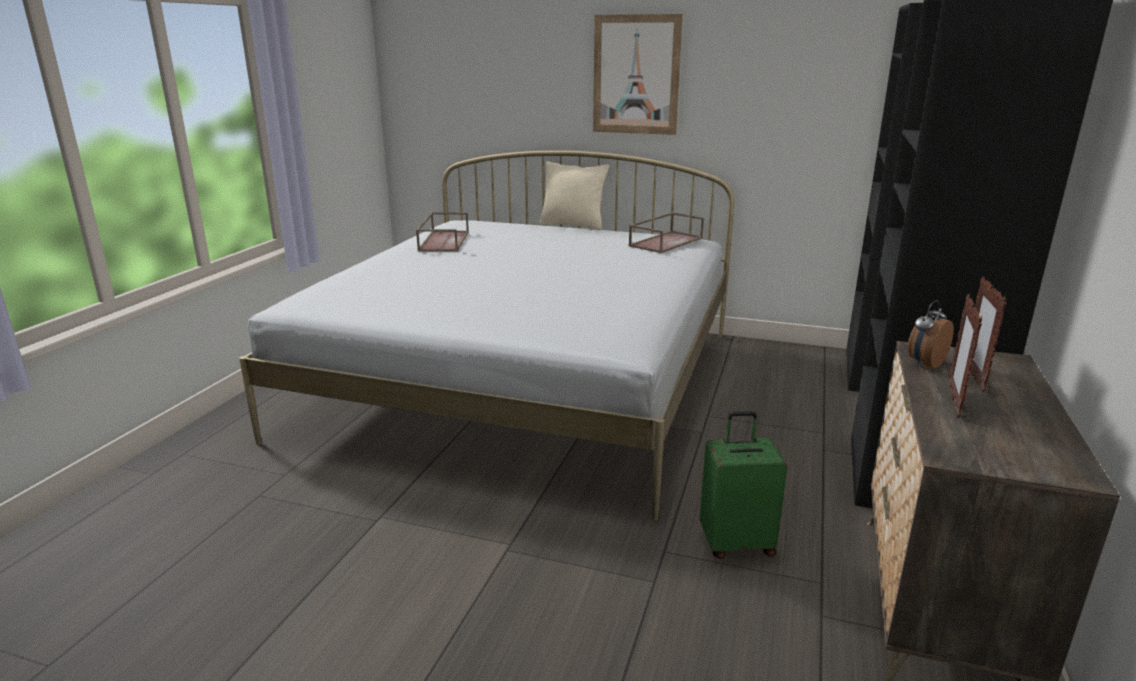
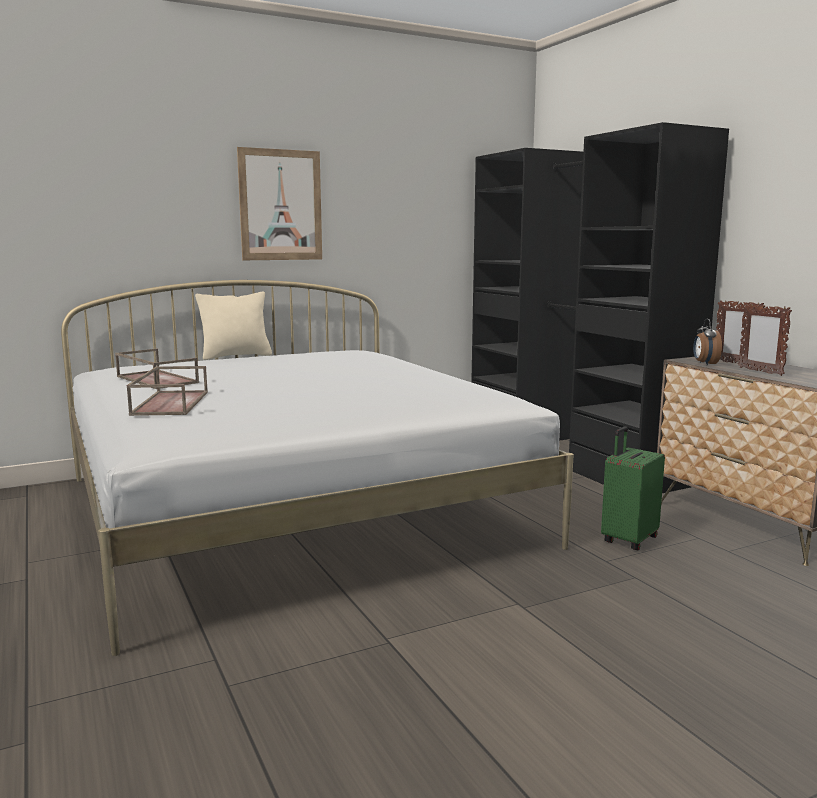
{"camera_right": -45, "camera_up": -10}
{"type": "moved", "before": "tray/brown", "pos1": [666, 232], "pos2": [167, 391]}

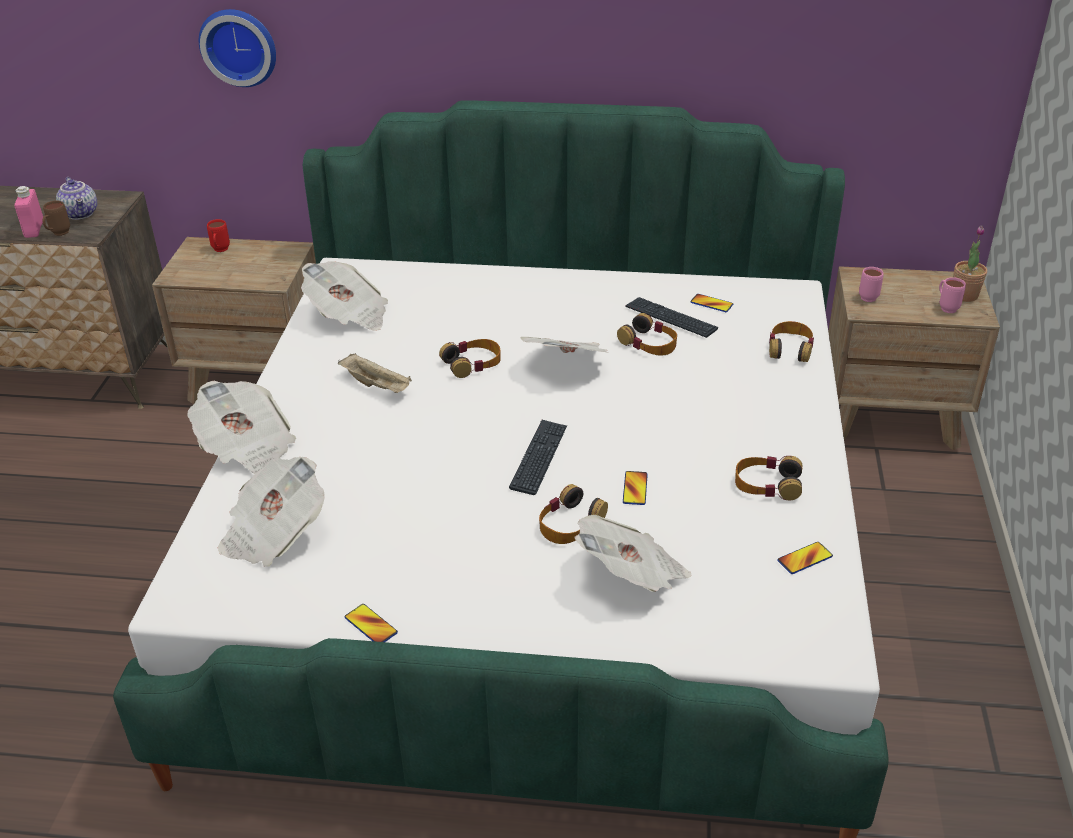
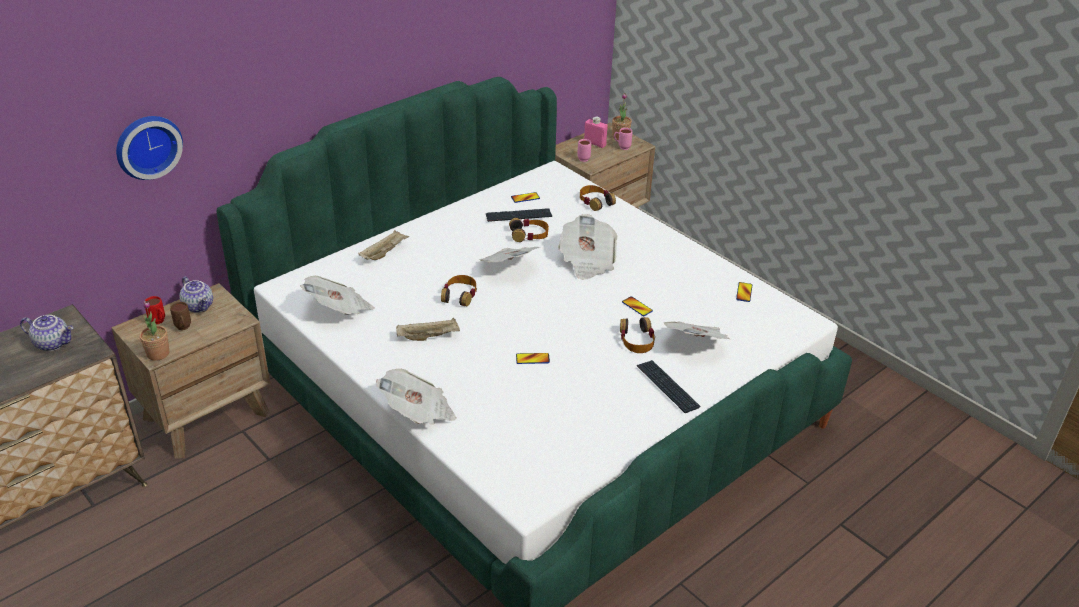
{"camera_right": -50, "camera_up": 0}
{"type": "removed", "before": "headphones", "pos1": [768, 478]}
{"type": "added", "after": "potted plant", "pos2": [154, 331]}
{"type": "added", "after": "teapot", "pos2": [196, 295]}
{"type": "added", "after": "tray/beige", "pos2": [383, 245]}
{"type": "moved", "before": "bottle/pink", "pos1": [28, 212], "pos2": [596, 132]}
{"type": "moved", "before": "mug/brown", "pos1": [56, 218], "pos2": [180, 316]}
{"type": "moved", "before": "newspaper", "pos1": [271, 512], "pos2": [587, 247]}
{"type": "moved", "before": "phone", "pos1": [371, 623], "pos2": [533, 358]}
{"type": "moved", "before": "keyboard", "pos1": [538, 457], "pos2": [668, 386]}

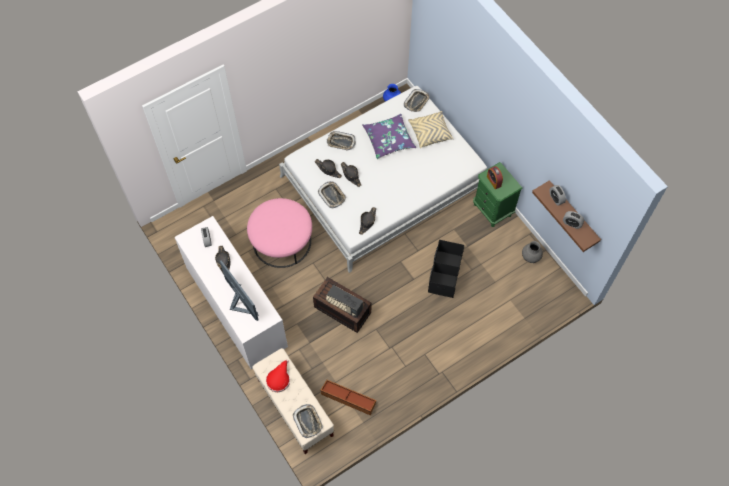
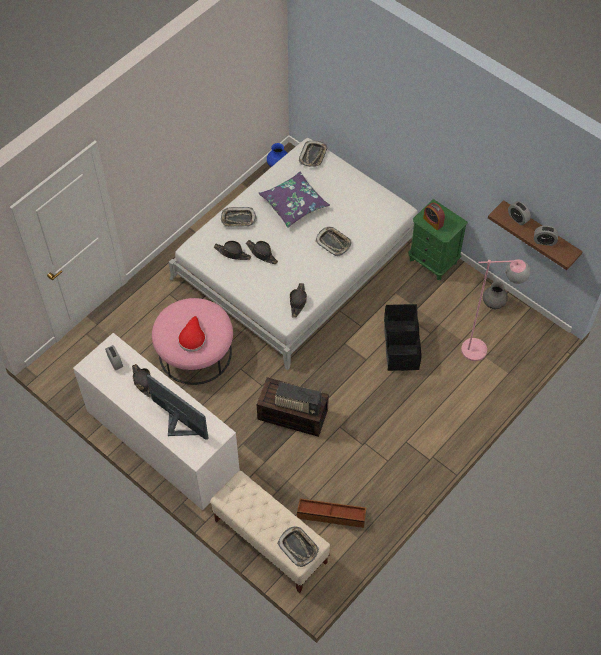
{"camera_right": -15, "camera_up": -5}
{"type": "removed", "before": "pillow/beige", "pos1": [431, 129]}
{"type": "added", "after": "floor lamp/pink", "pos2": [496, 310]}
{"type": "moved", "before": "hat/red", "pos1": [278, 376], "pos2": [192, 334]}
{"type": "moved", "before": "tray", "pos1": [331, 194], "pos2": [333, 241]}

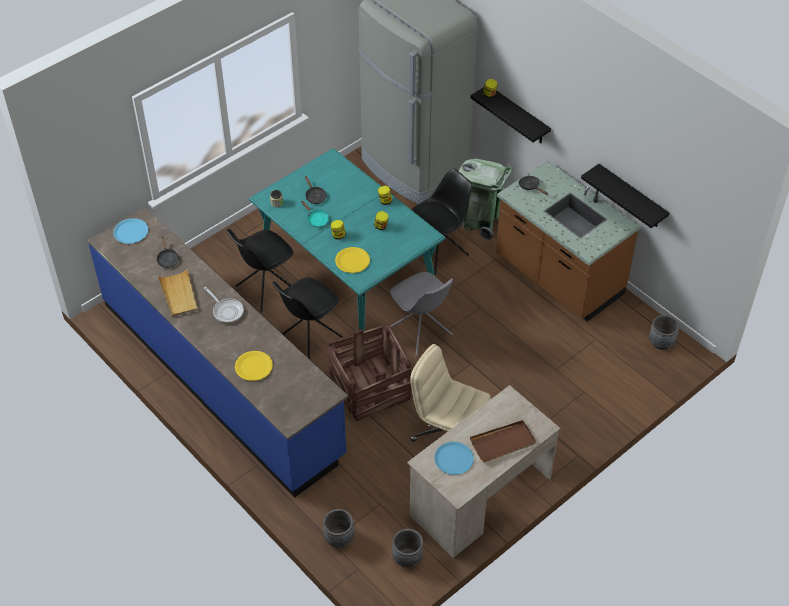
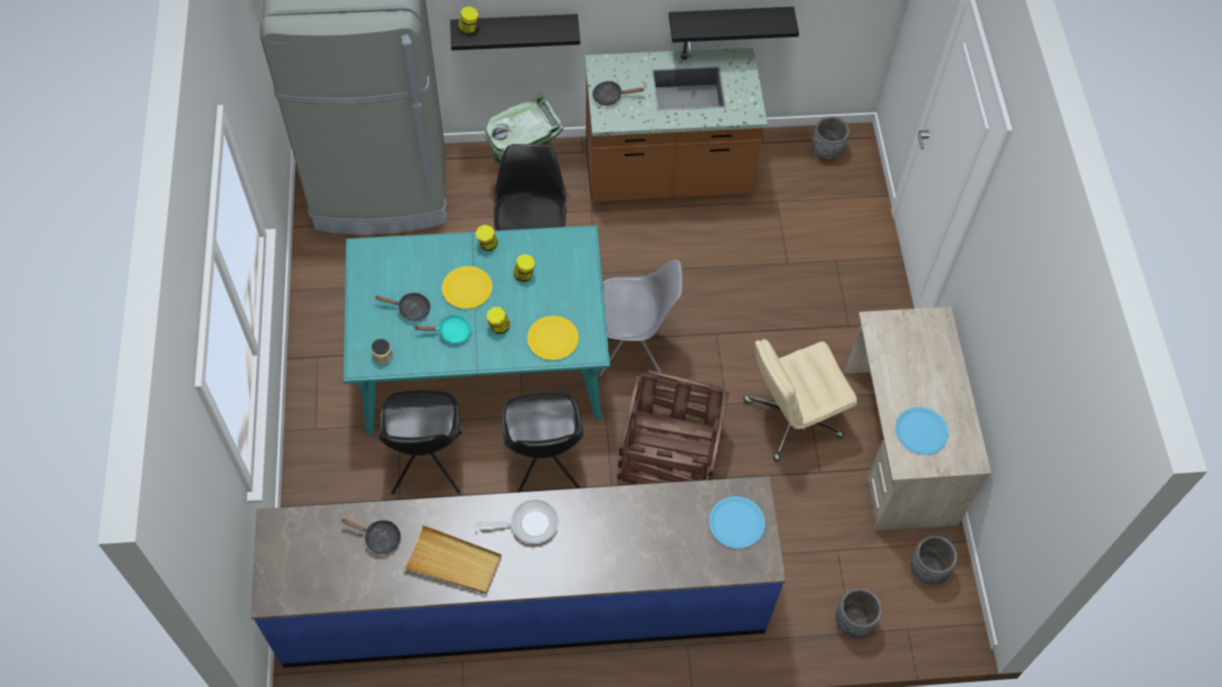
{"camera_right": -55, "camera_up": 10}
{"type": "removed", "before": "tray/brown", "pos1": [503, 441]}
{"type": "moved", "before": "plate/blue", "pos1": [130, 231], "pos2": [737, 522]}
{"type": "moved", "before": "plate/yellow", "pos1": [254, 366], "pos2": [467, 287]}

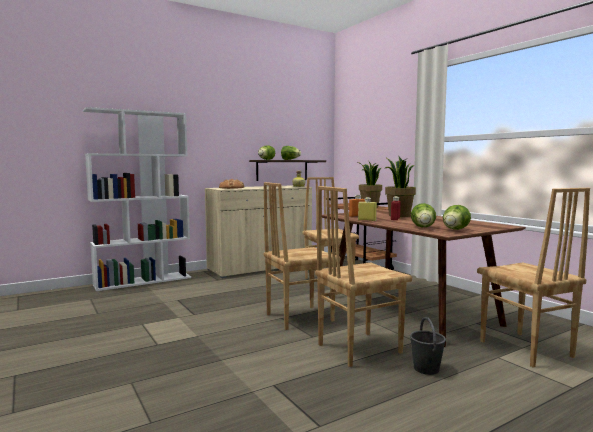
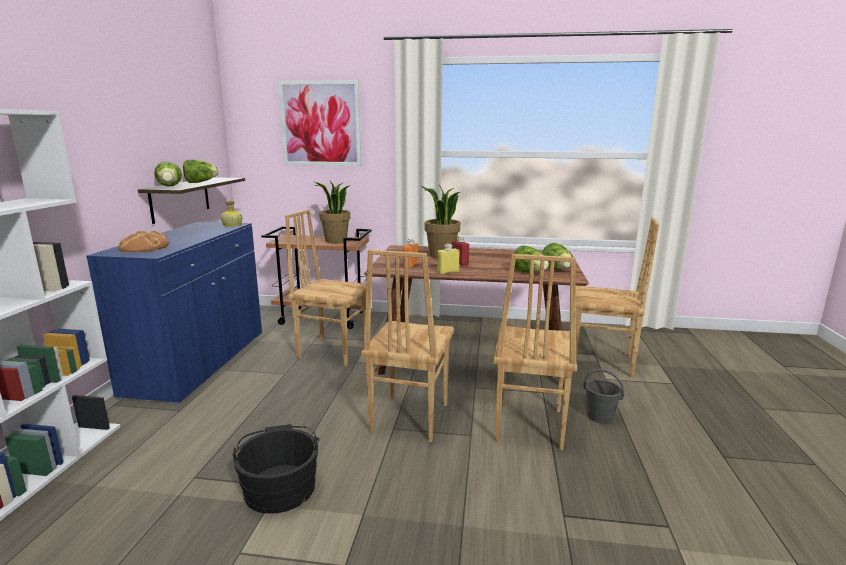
{"camera_right": -50, "camera_up": 10}
{"type": "added", "after": "bucket/black", "pos2": [275, 469]}
{"type": "added", "after": "picture", "pos2": [319, 123]}
{"type": "recoloured", "before": "cabinet/beige", "after": "cabinet/blue", "pos1": [258, 231], "pos2": [174, 313]}

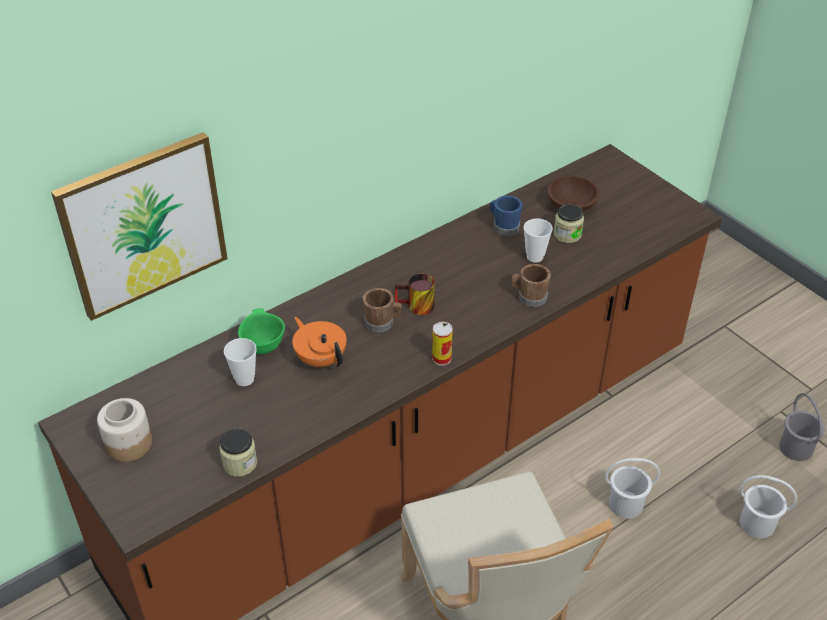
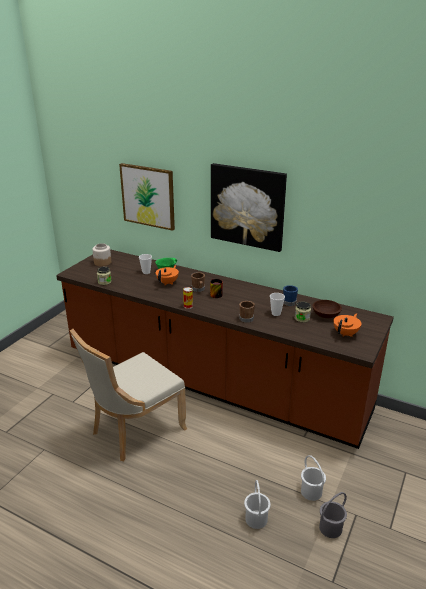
{"camera_right": 65, "camera_up": -15}
{"type": "added", "after": "picture", "pos2": [249, 207]}
{"type": "added", "after": "teapot/orange", "pos2": [347, 325]}
{"type": "moved", "before": "bucket/white", "pos1": [632, 488], "pos2": [313, 478]}

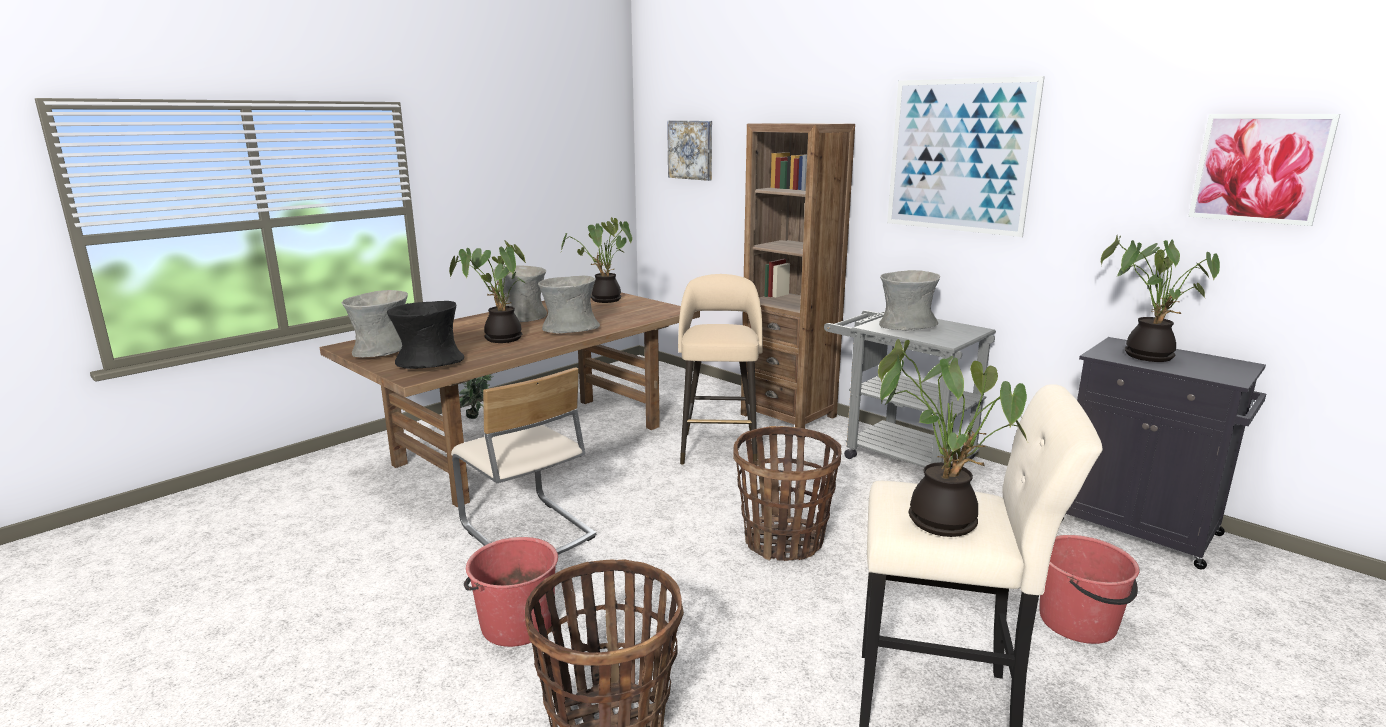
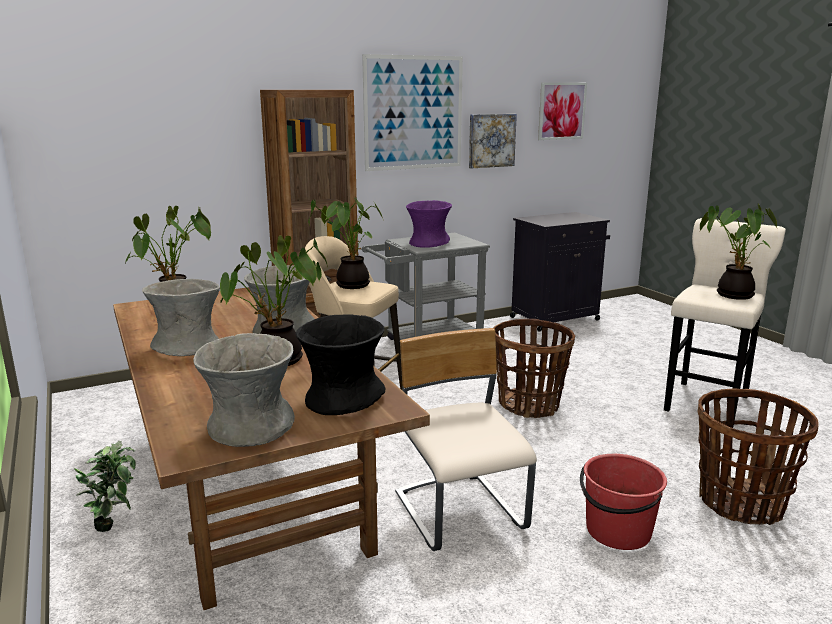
{"camera_right": -70, "camera_up": 0}
{"type": "removed", "before": "bucket/red", "pos1": [1090, 589]}
{"type": "moved", "before": "picture", "pos1": [689, 151], "pos2": [493, 141]}
{"type": "moved", "before": "potted plant", "pos1": [1160, 298], "pos2": [345, 243]}
{"type": "recoloured", "before": "vase/grey", "after": "vase/purple", "pos1": [909, 300], "pos2": [429, 224]}
{"type": "turned", "before": "chair/beige", "pos1": [523, 461], "pos2": [466, 439], "turn": -90}

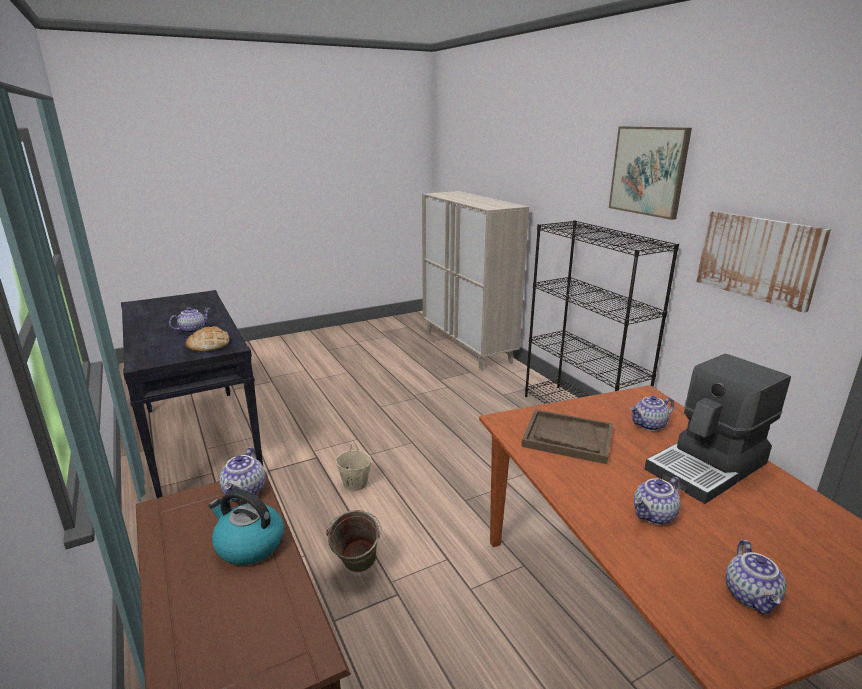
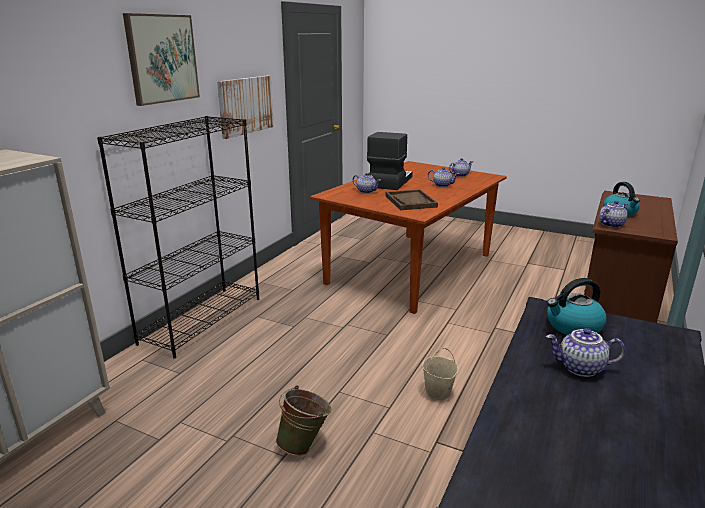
{"camera_right": -125, "camera_up": 0}
{"type": "moved", "before": "bucket/green", "pos1": [353, 541], "pos2": [303, 420]}
{"type": "replaced", "before": "bread", "after": "kettle", "pos1": [207, 339], "pos2": [577, 306]}
{"type": "turned", "before": "coffee machine", "pos1": [718, 429], "pos2": [390, 161], "turn": -90}

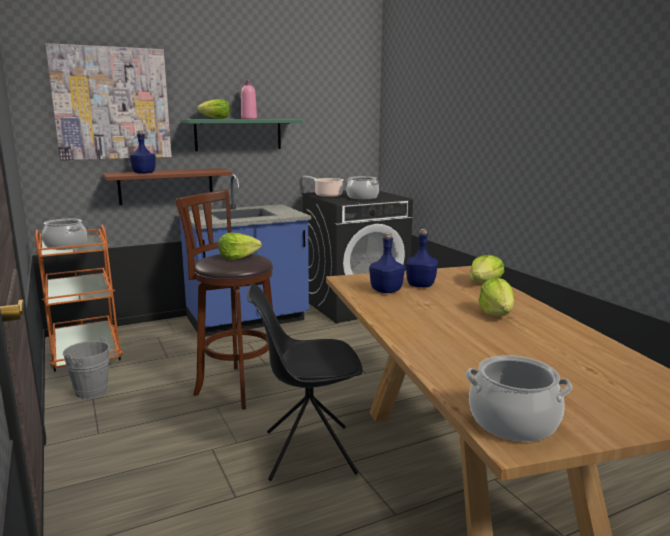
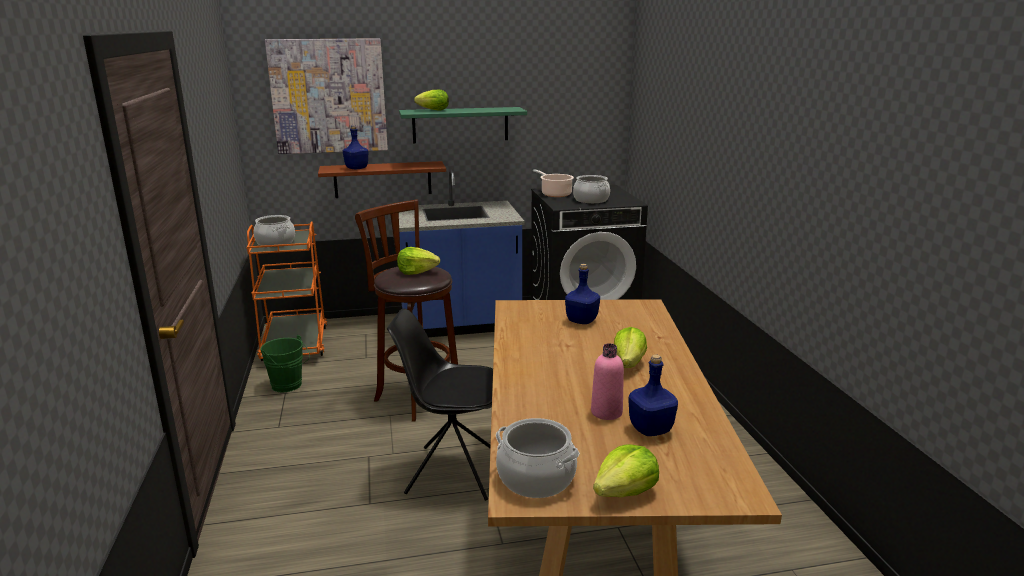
{"camera_right": 15, "camera_up": 5}
{"type": "moved", "before": "bottle/pink", "pos1": [249, 99], "pos2": [607, 381]}
{"type": "moved", "before": "bottle/blue", "pos1": [387, 263], "pos2": [653, 395]}
{"type": "moved", "before": "lettuce", "pos1": [487, 268], "pos2": [626, 470]}
{"type": "recoloured", "before": "bucket/grey", "after": "bucket/green", "pos1": [90, 368], "pos2": [285, 363]}

